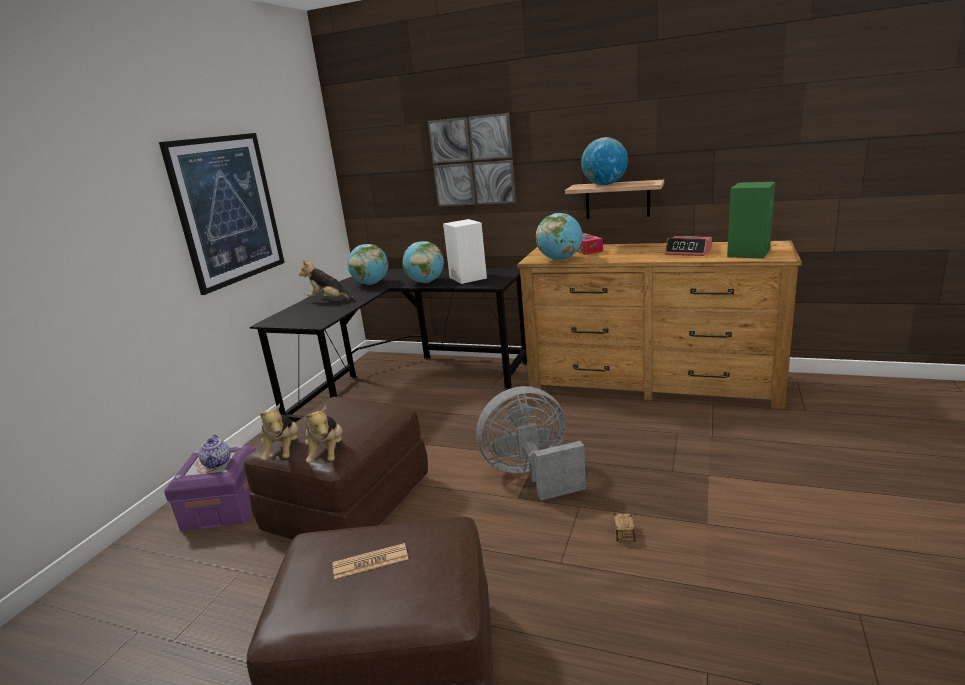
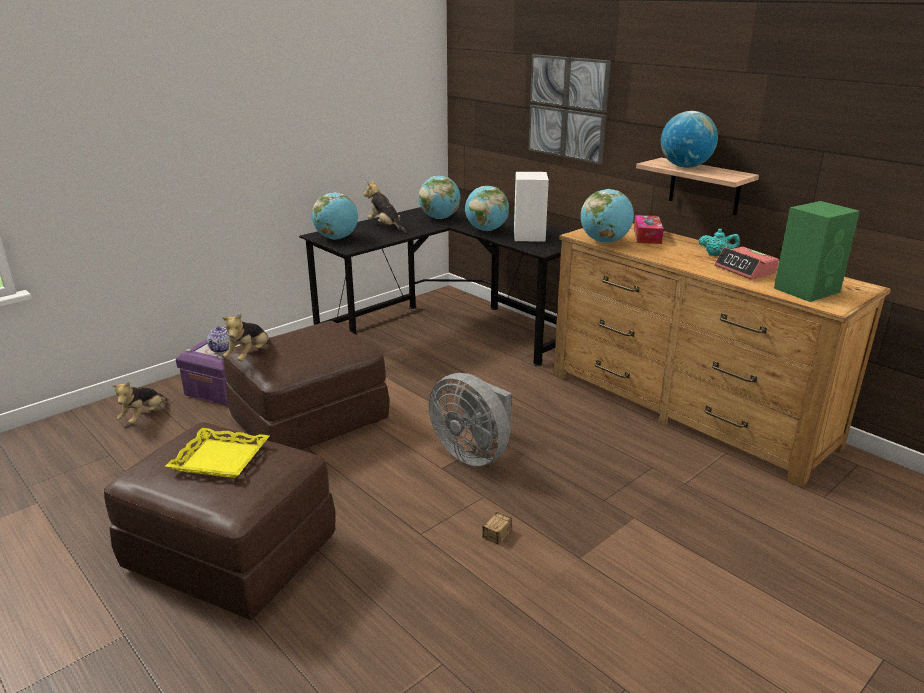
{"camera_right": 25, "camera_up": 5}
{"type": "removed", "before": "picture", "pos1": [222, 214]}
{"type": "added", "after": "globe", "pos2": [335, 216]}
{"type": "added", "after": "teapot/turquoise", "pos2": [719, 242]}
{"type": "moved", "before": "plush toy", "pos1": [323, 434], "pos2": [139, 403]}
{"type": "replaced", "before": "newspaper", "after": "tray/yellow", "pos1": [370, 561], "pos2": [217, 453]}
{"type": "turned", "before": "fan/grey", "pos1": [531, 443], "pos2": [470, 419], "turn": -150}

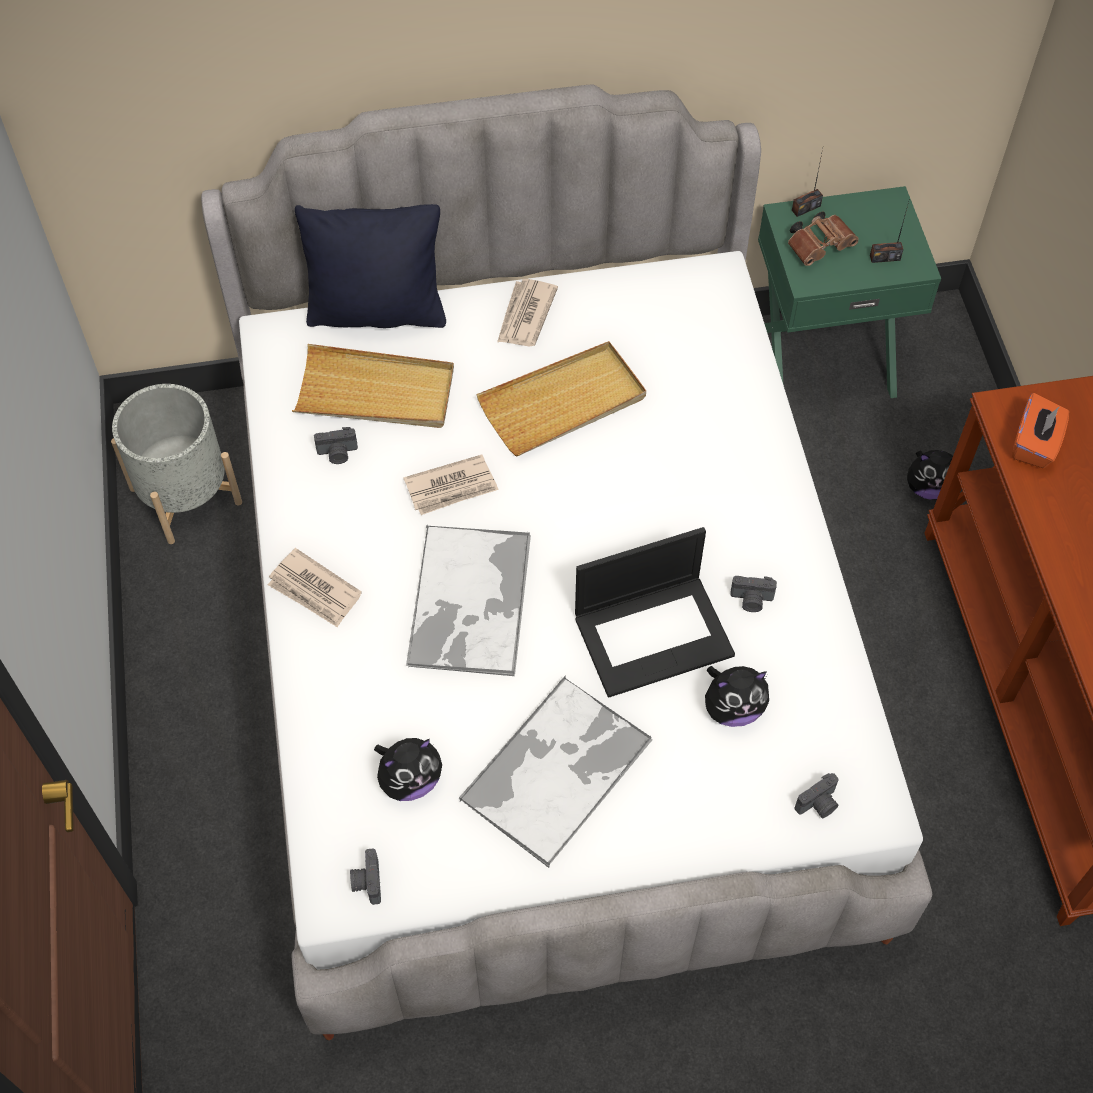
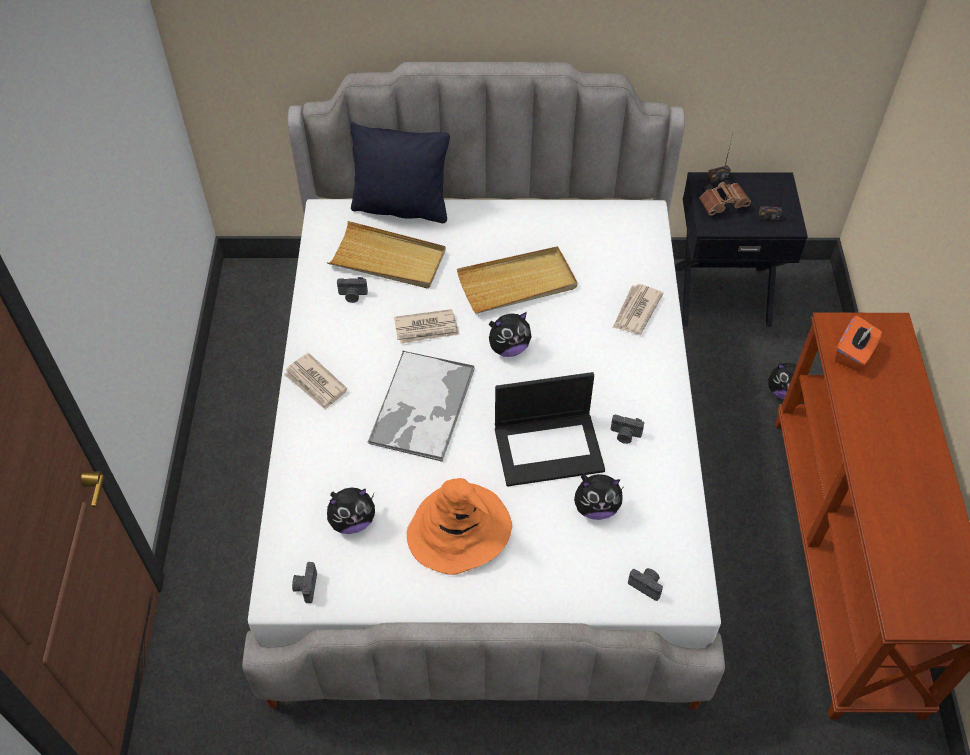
{"camera_right": 10, "camera_up": -5}
{"type": "removed", "before": "planter/grey", "pos1": [176, 464]}
{"type": "added", "after": "plush toy", "pos2": [510, 334]}
{"type": "moved", "before": "newspaper", "pos1": [527, 313], "pos2": [638, 309]}
{"type": "replaced", "before": "tray", "after": "hat/orange", "pos1": [556, 772], "pos2": [459, 526]}
{"type": "recoloured", "before": "nightstand/green", "after": "nightstand/black", "pos1": [849, 292], "pos2": [741, 249]}
{"type": "turned", "before": "photo camera", "pos1": [817, 795], "pos2": [645, 584], "turn": -120}

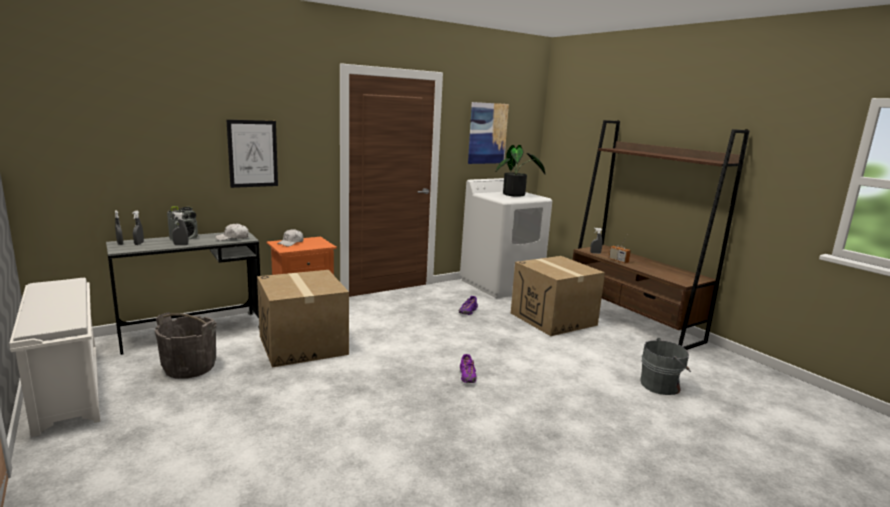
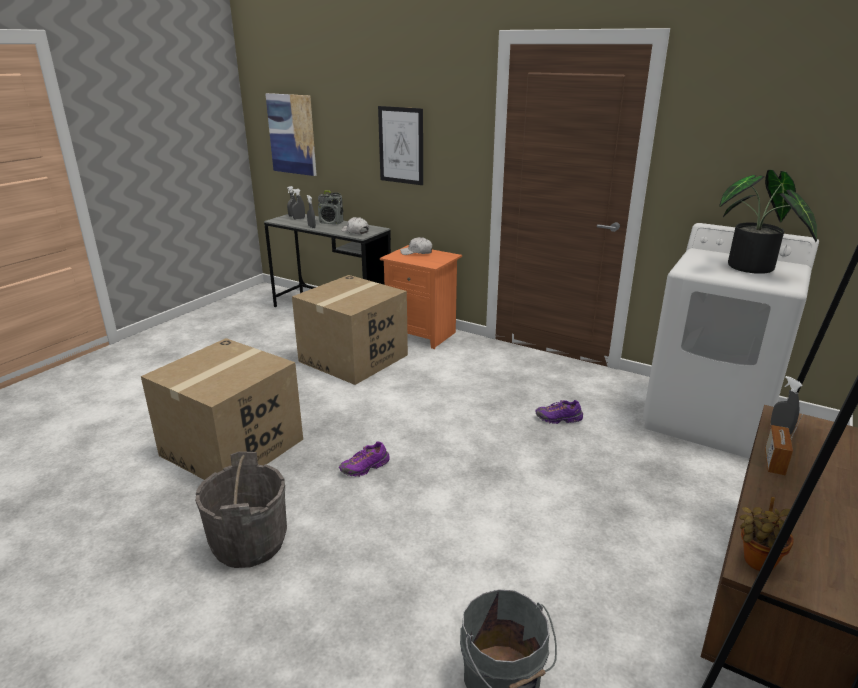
{"camera_right": 65, "camera_up": 10}
{"type": "removed", "before": "shoe rack/white", "pos1": [55, 357]}
{"type": "added", "after": "potted plant", "pos2": [766, 534]}
{"type": "moved", "before": "bucket/grey", "pos1": [185, 345], "pos2": [241, 509]}
{"type": "moved", "before": "picture", "pos1": [488, 133], "pos2": [291, 134]}
{"type": "moved", "before": "cardboard box", "pos1": [558, 296], "pos2": [222, 409]}

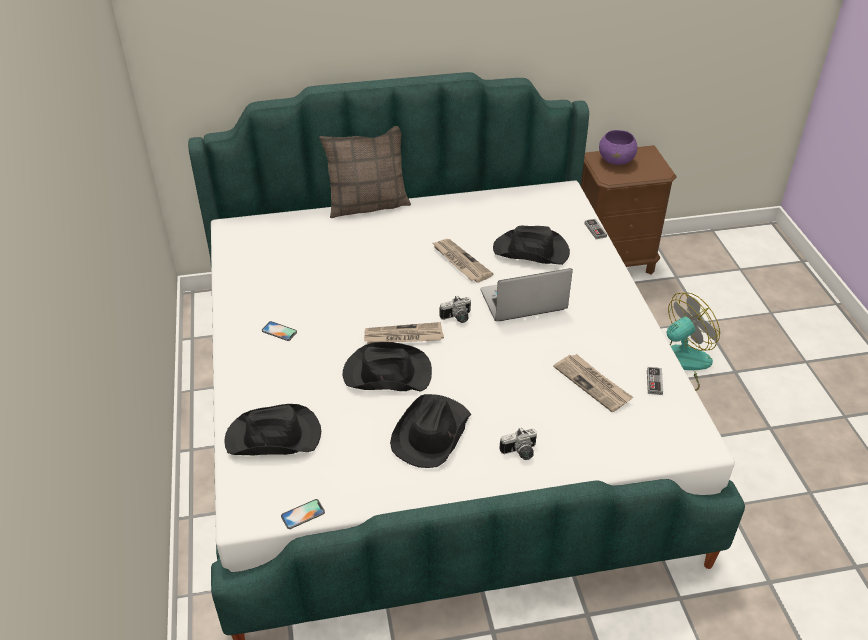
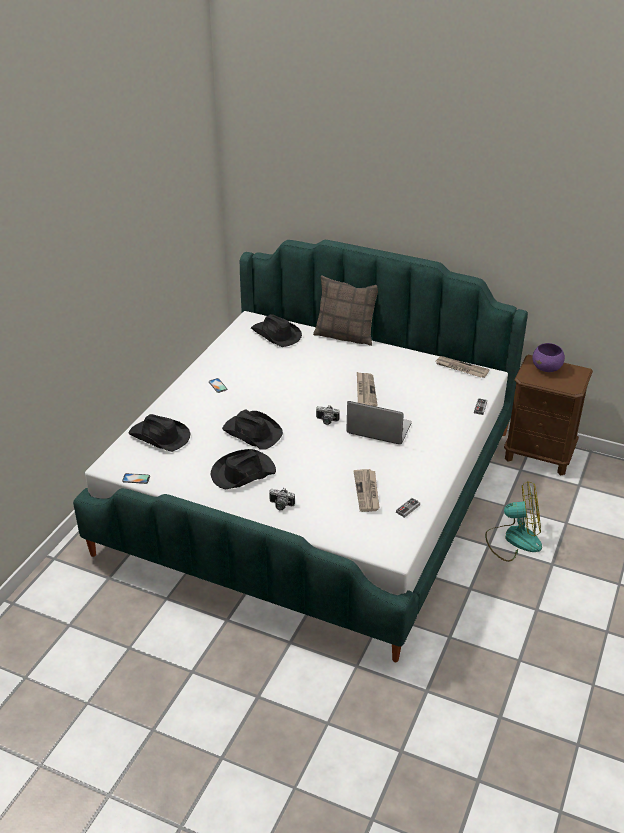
{"camera_right": 35, "camera_up": -5}
{"type": "moved", "before": "newspaper", "pos1": [404, 333], "pos2": [463, 367]}
{"type": "moved", "before": "hat/black", "pos1": [531, 245], "pos2": [276, 330]}

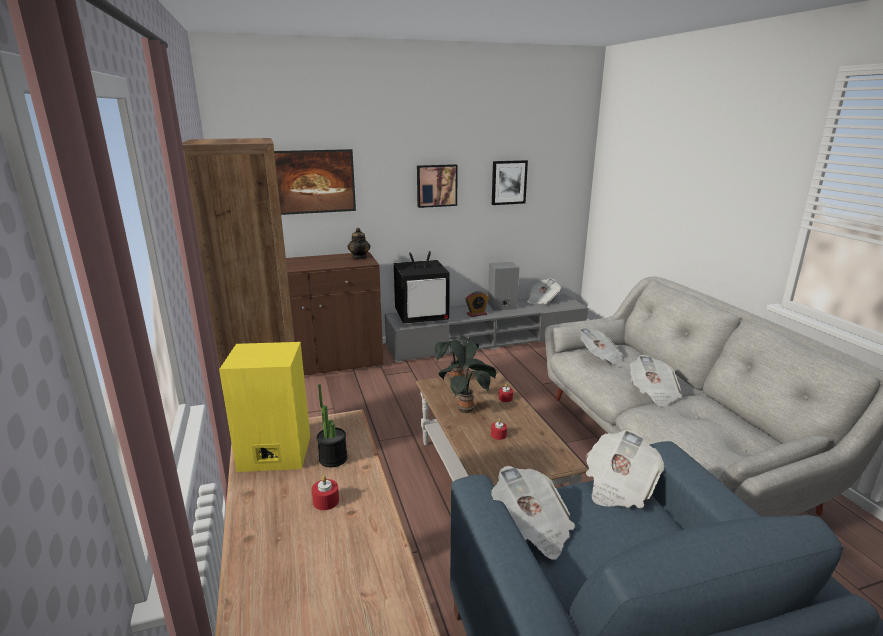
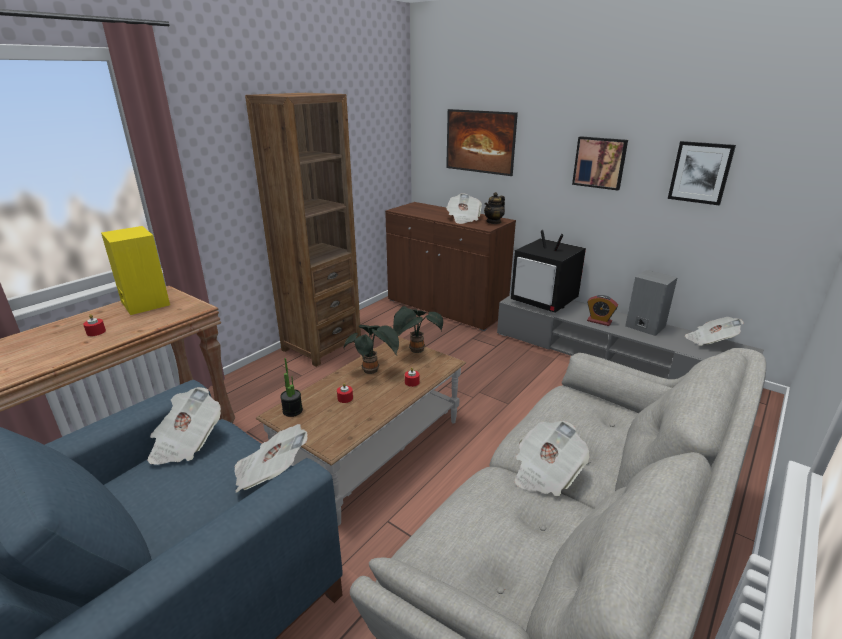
{"camera_right": 55, "camera_up": 5}
{"type": "moved", "before": "potted plant", "pos1": [332, 425], "pos2": [291, 387]}
{"type": "moved", "before": "newspaper", "pos1": [601, 347], "pos2": [464, 208]}

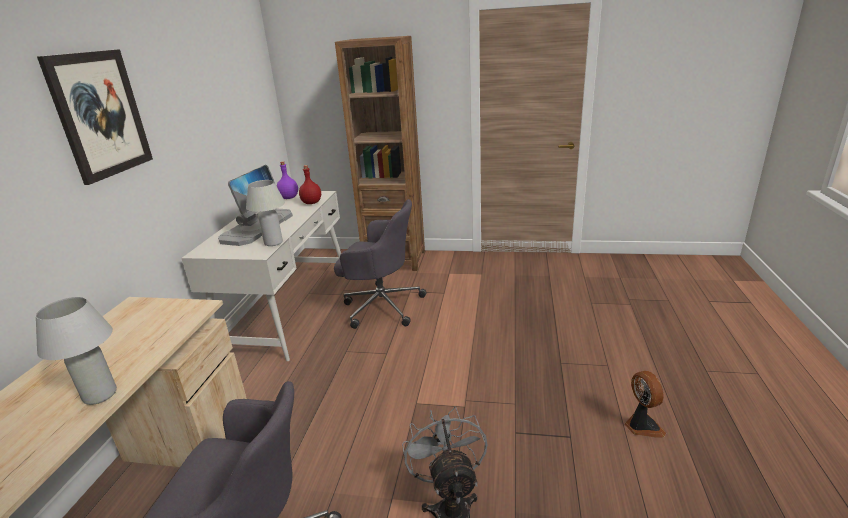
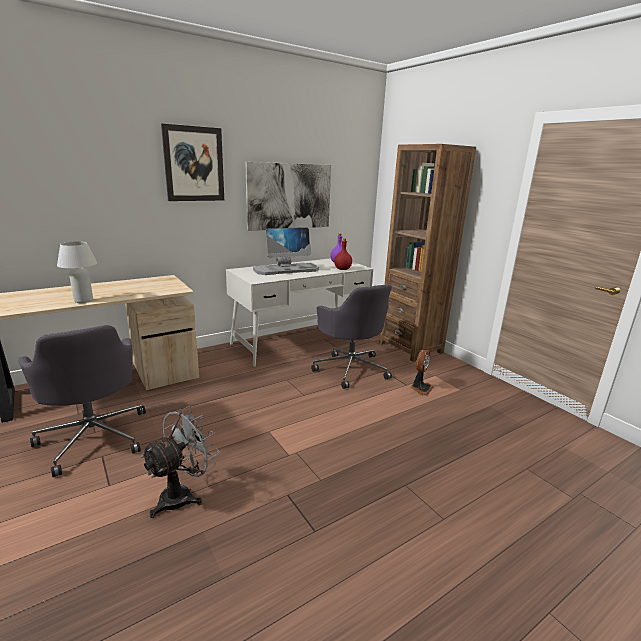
{"camera_right": 45, "camera_up": -5}
{"type": "removed", "before": "table lamp/white", "pos1": [265, 213]}
{"type": "added", "after": "picture", "pos2": [288, 196]}
{"type": "moved", "before": "fan", "pos1": [645, 404], "pos2": [421, 372]}

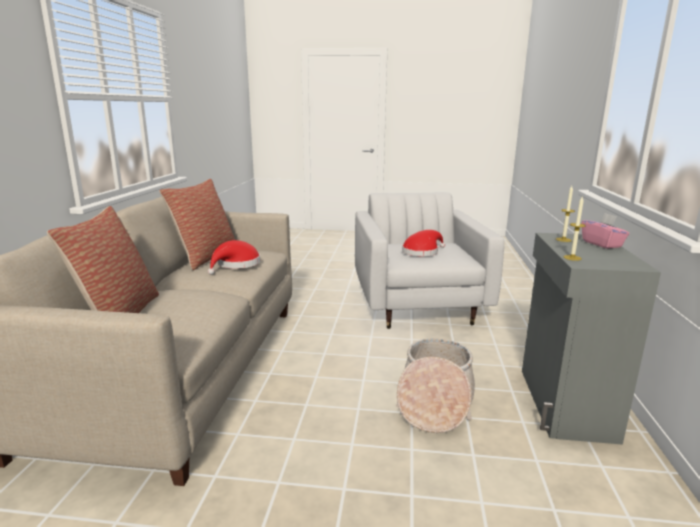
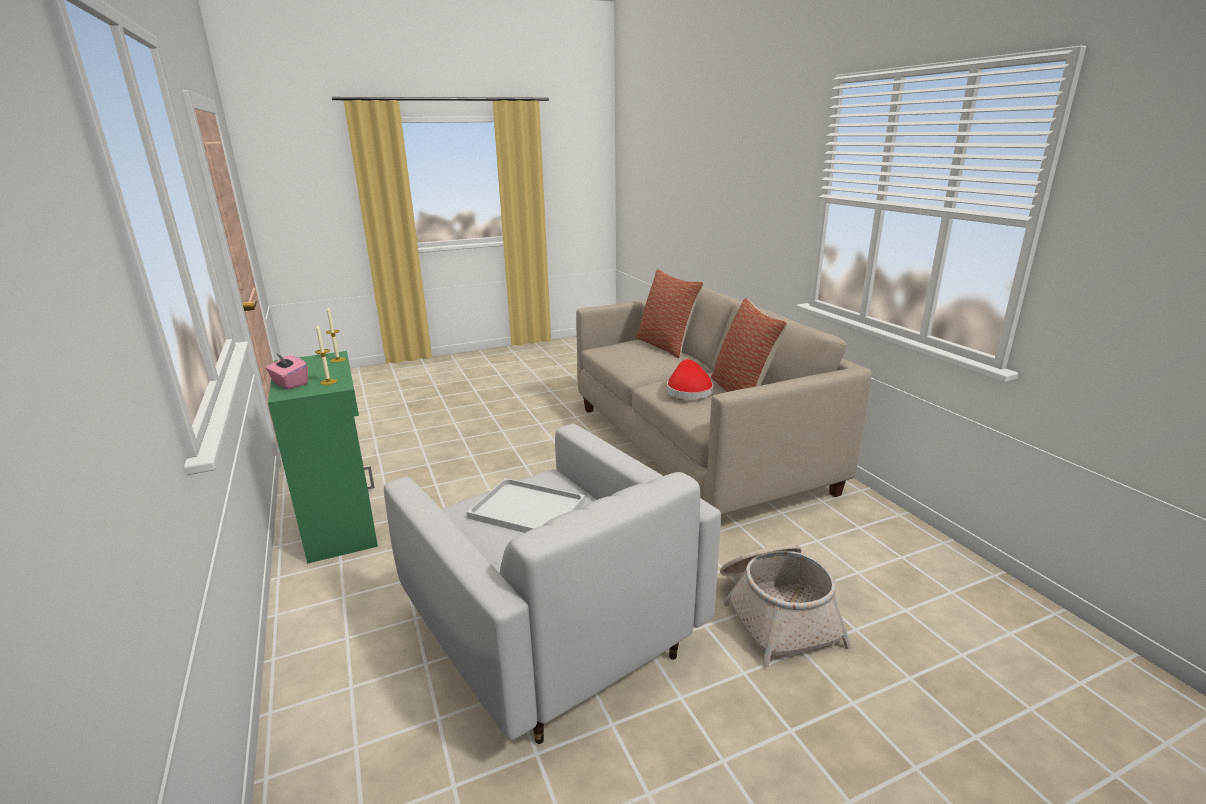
{"camera_right": 150, "camera_up": 5}
{"type": "moved", "before": "basket", "pos1": [435, 386], "pos2": [786, 606]}
{"type": "replaced", "before": "hat/red", "after": "tray/white", "pos1": [423, 243], "pos2": [526, 505]}
{"type": "recoloured", "before": "cabinet/grey", "after": "cabinet/green", "pos1": [591, 339], "pos2": [323, 457]}

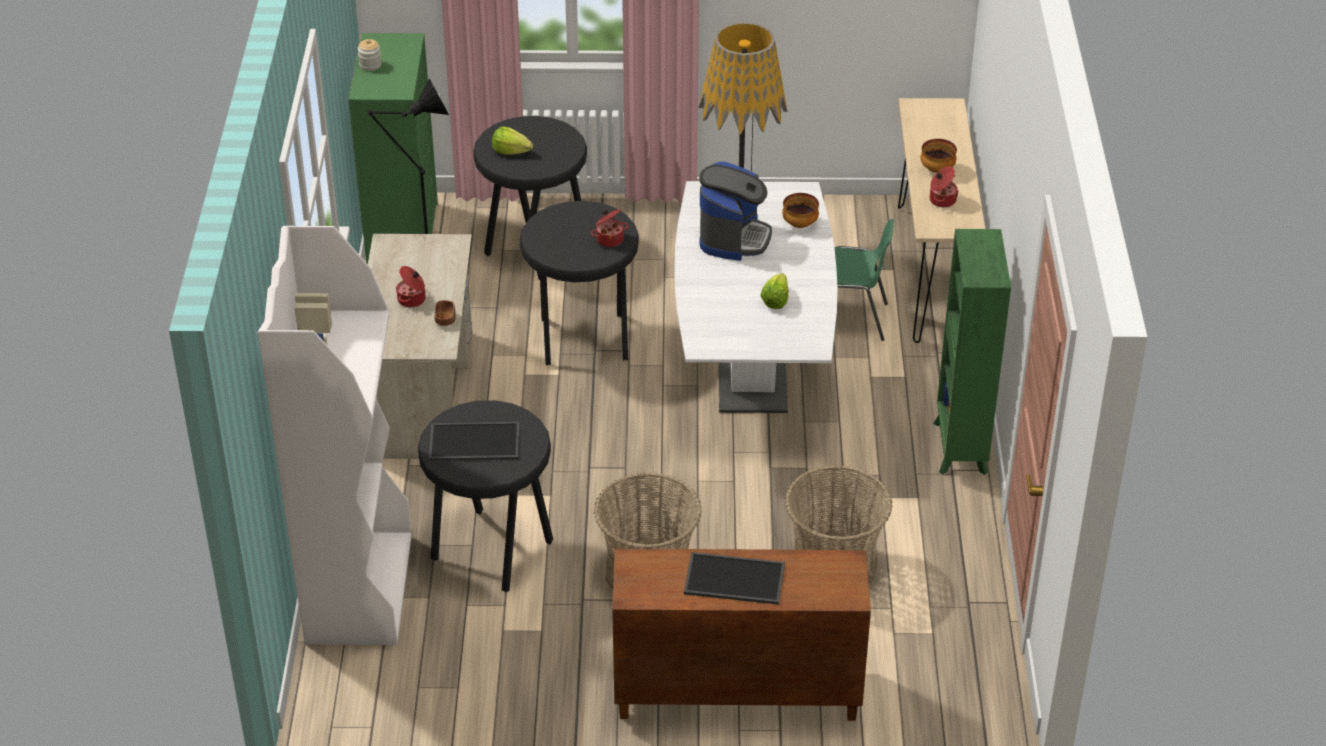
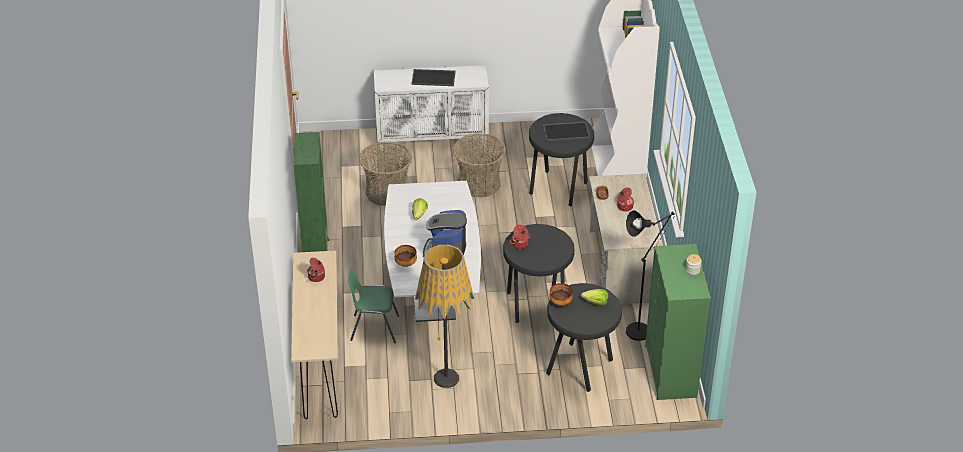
{"camera_right": 175, "camera_up": 0}
{"type": "moved", "before": "bowl", "pos1": [939, 156], "pos2": [561, 294]}
{"type": "recoloured", "before": "cabinet/brown", "after": "cabinet/white", "pos1": [741, 635], "pos2": [431, 108]}

